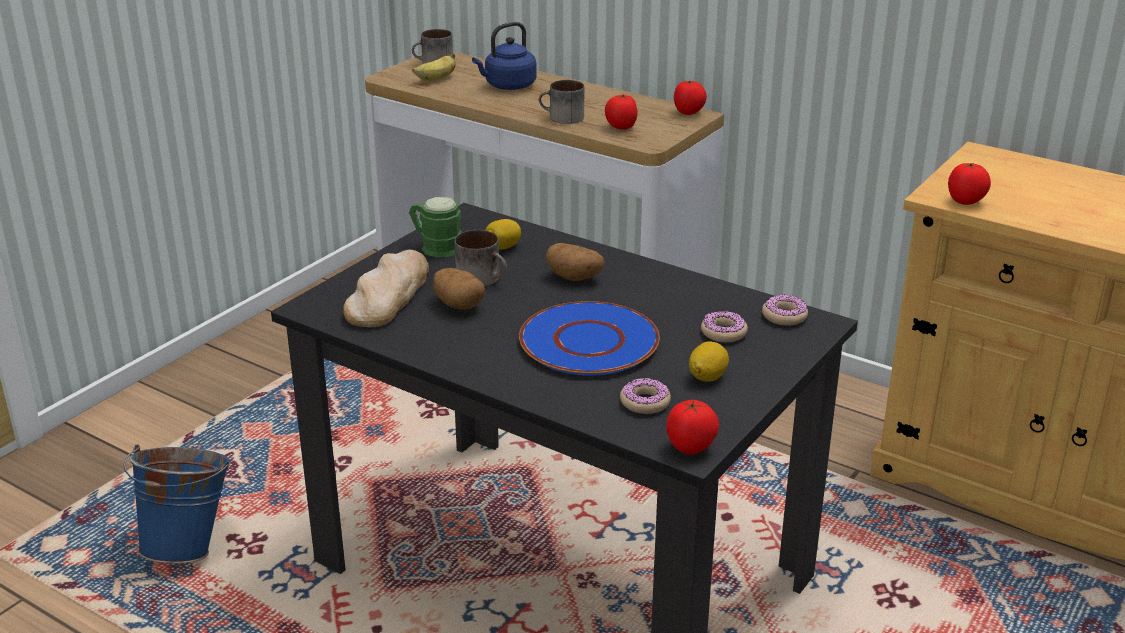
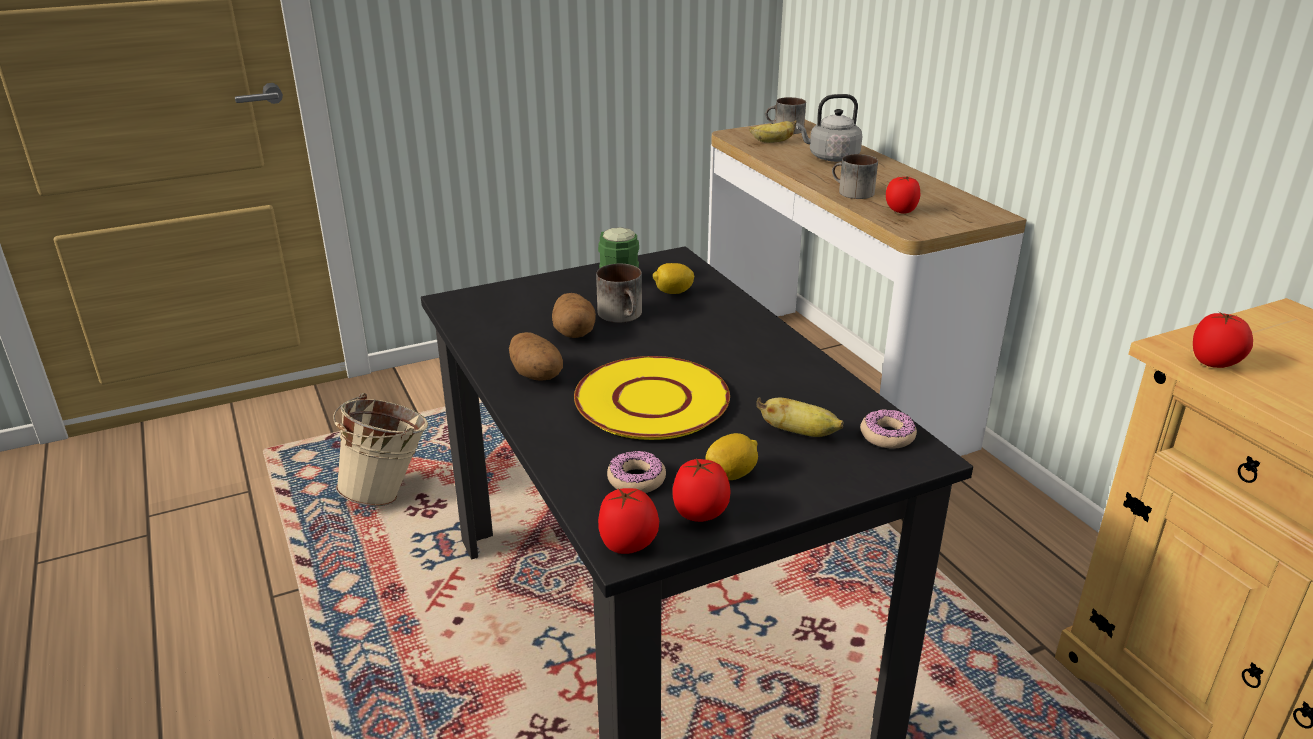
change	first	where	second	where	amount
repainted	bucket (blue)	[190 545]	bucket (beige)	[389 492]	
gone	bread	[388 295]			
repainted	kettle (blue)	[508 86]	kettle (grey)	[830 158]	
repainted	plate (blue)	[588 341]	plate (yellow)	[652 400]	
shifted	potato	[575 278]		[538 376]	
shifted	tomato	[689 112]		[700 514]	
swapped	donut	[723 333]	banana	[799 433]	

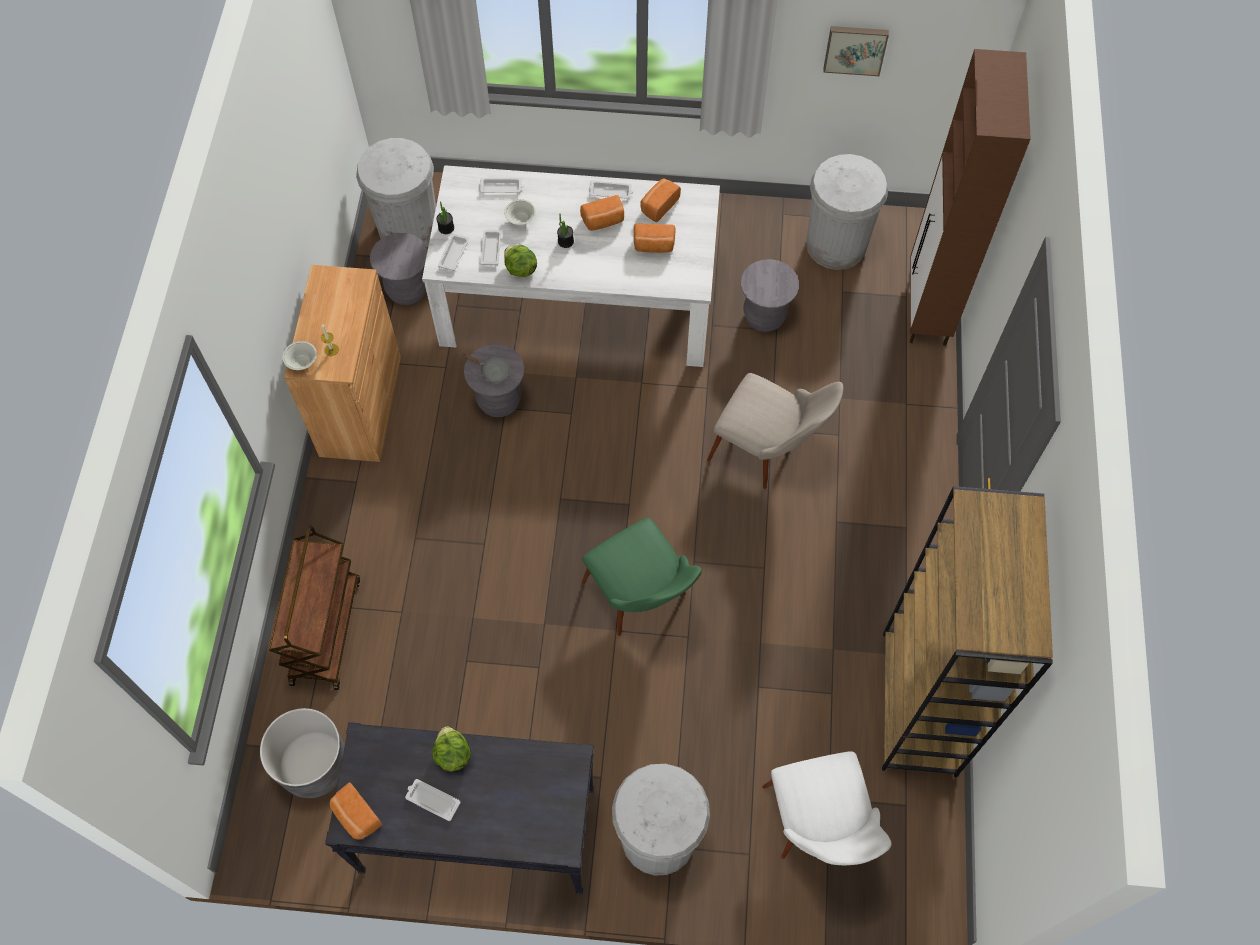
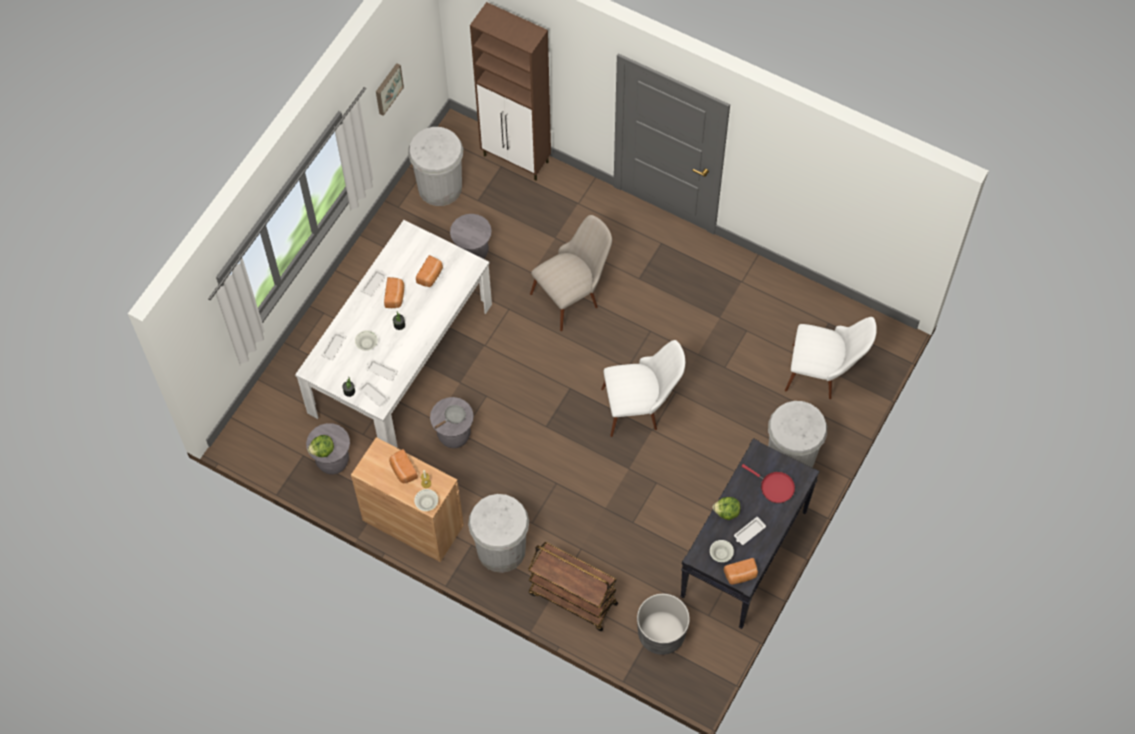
change	first	where	second	where	amount
shifted	trash can (white)	[408 228]		[501 549]	
shifted	lettuce	[520 269]		[322 451]	
repainted	chair (green)	[643 602]	chair (white)	[640 407]	
shifted	bread	[658 205]		[403 470]	
gone	bookcase (brown)	[919 704]			
new			bowl (white)	[721 554]	
new			frying pan (red)	[774 487]	

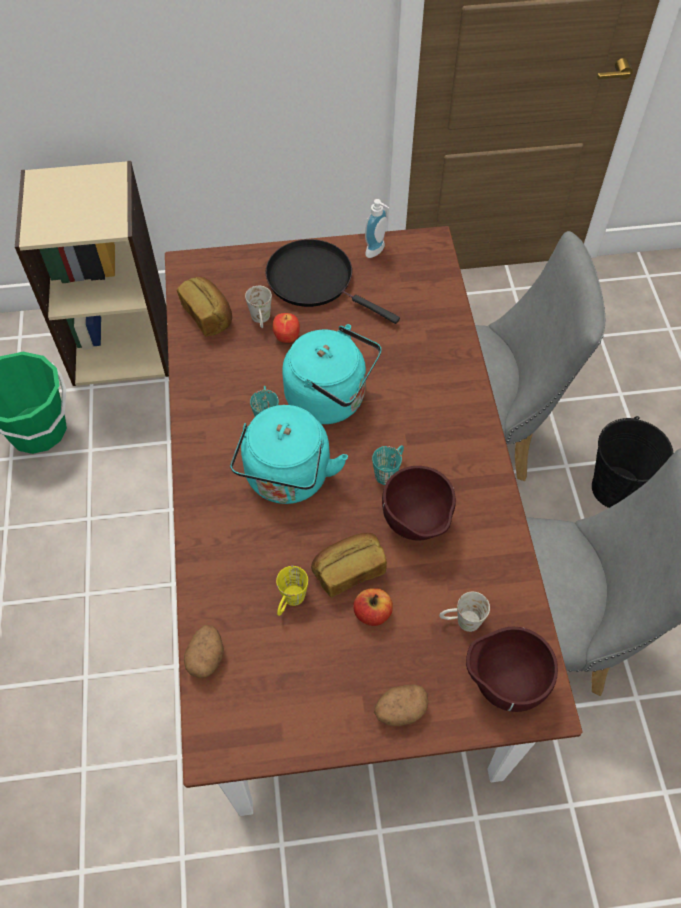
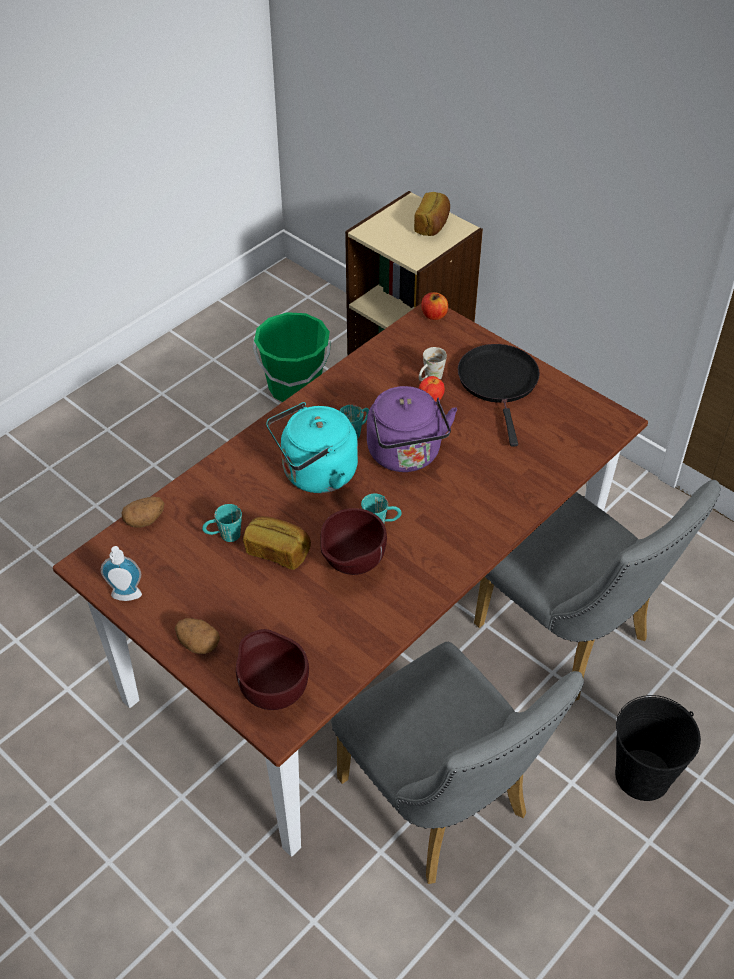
change	first	where	second	where	amount
shifted	bread	[208 315]		[432 225]	
repainted	mug (yellow)	[290 602]	mug (turquoise)	[224 536]	
repainted	kettle (turquoise)	[331 399]	kettle (purple)	[406 455]	
shifted	apple	[372 613]		[434 315]	
shifted	soap dispenser	[377 251]		[126 598]	
gone	mug (white)	[461 621]			

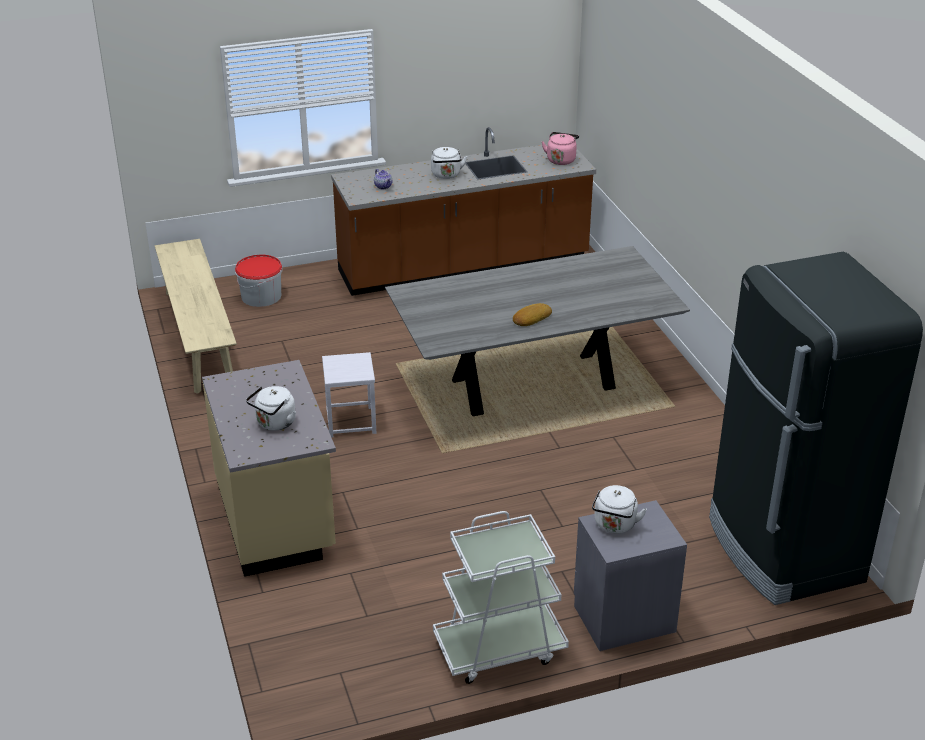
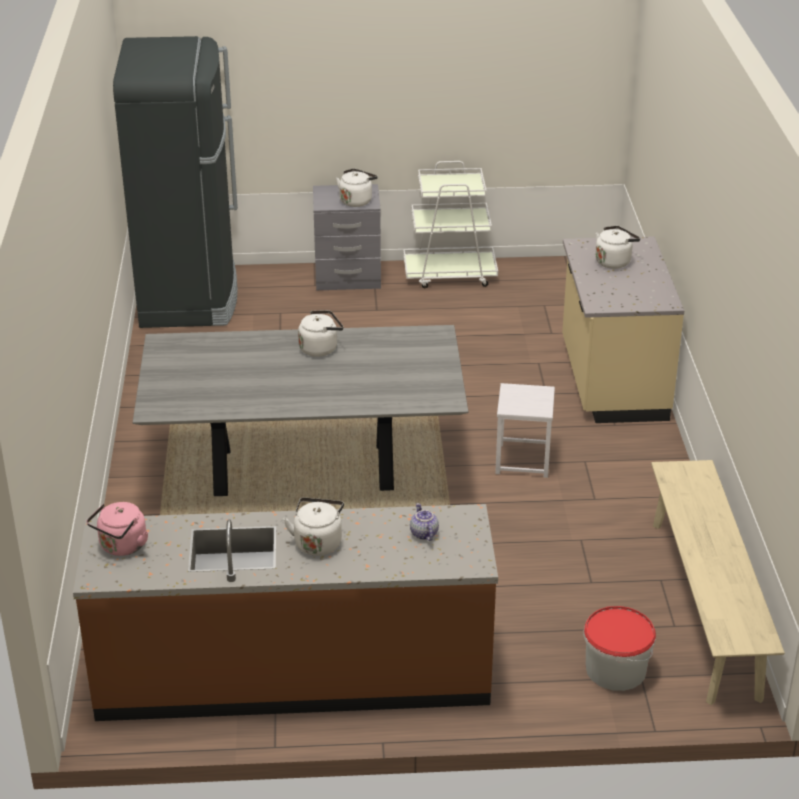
change	first	where	second	where	amount
swapped	bread	[531 318]	kettle (white)	[320 348]	

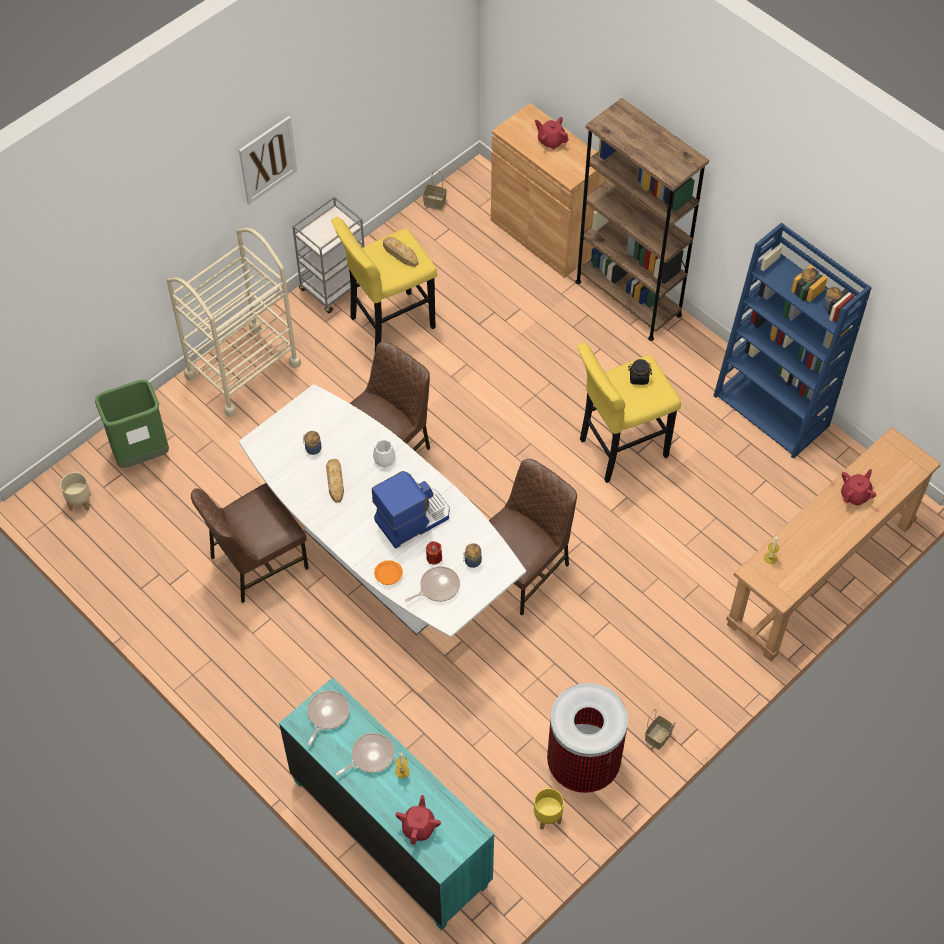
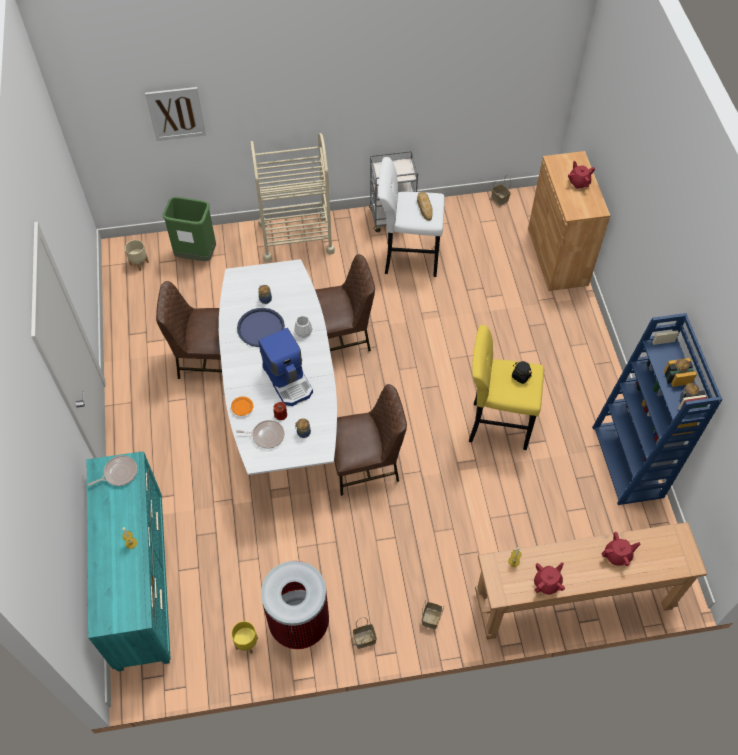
change	first	where	second	where	amount
shifted	picture	[267 159]		[176 113]	
swapped	bread	[335 481]	tray (blue)	[261 328]	
repainted	stool (yellow)	[388 324]	stool (white)	[408 259]	
gone	frying pan	[370 756]			
rotated	coffee machine	[412 518]		[289 380]	60 degrees clockwise
shifted	teapot (red)	[418 827]		[547 583]	
gone	bookcase (brown)	[628 298]			
new			basket	[431 619]	

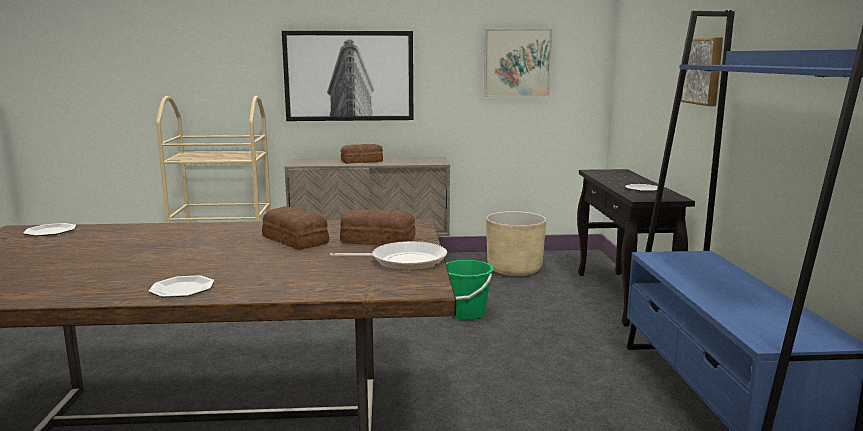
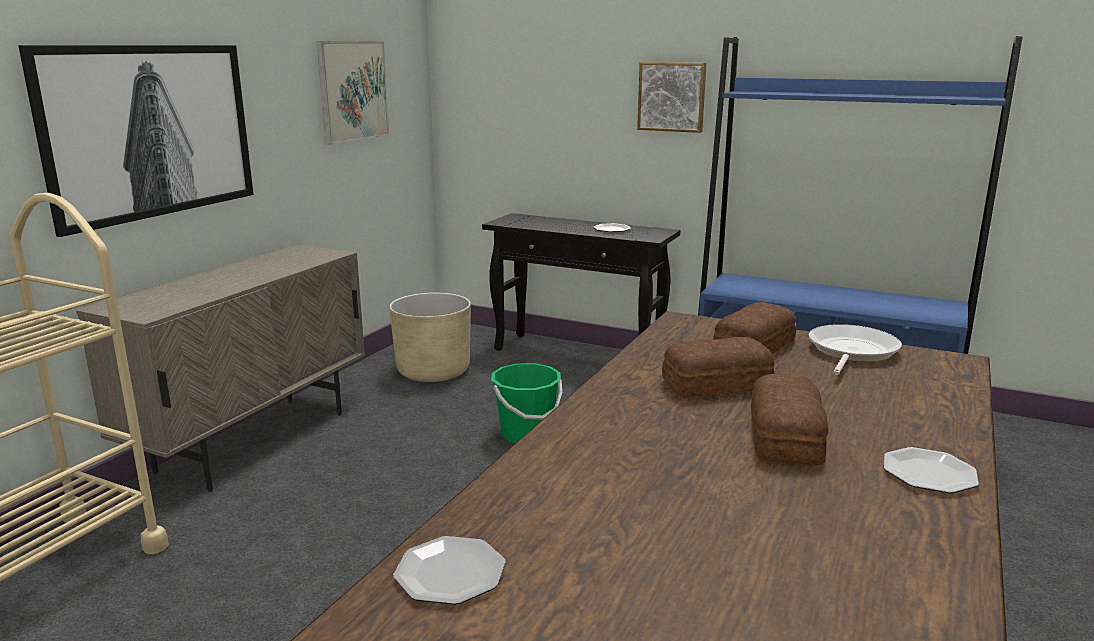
change	first	where	second	where	amount
shifted	bread	[362 161]		[787 436]	

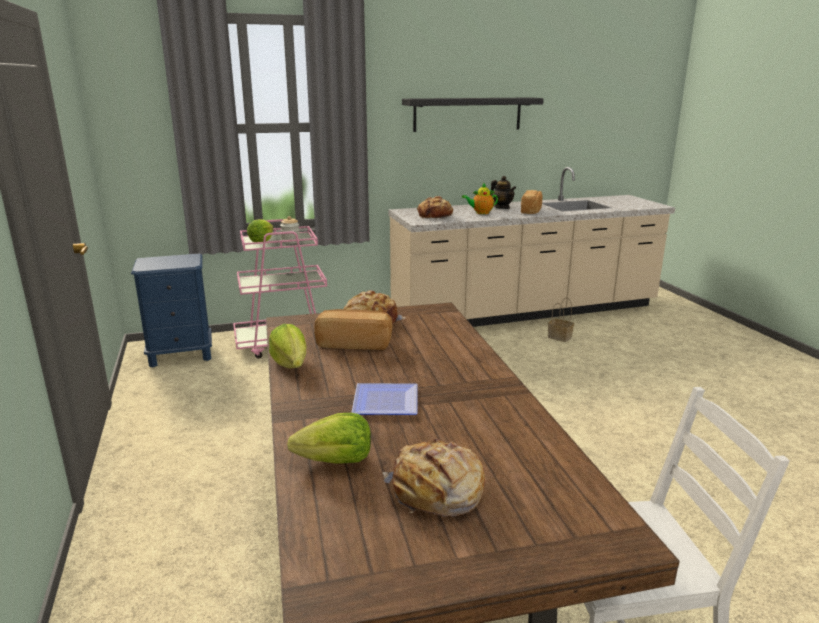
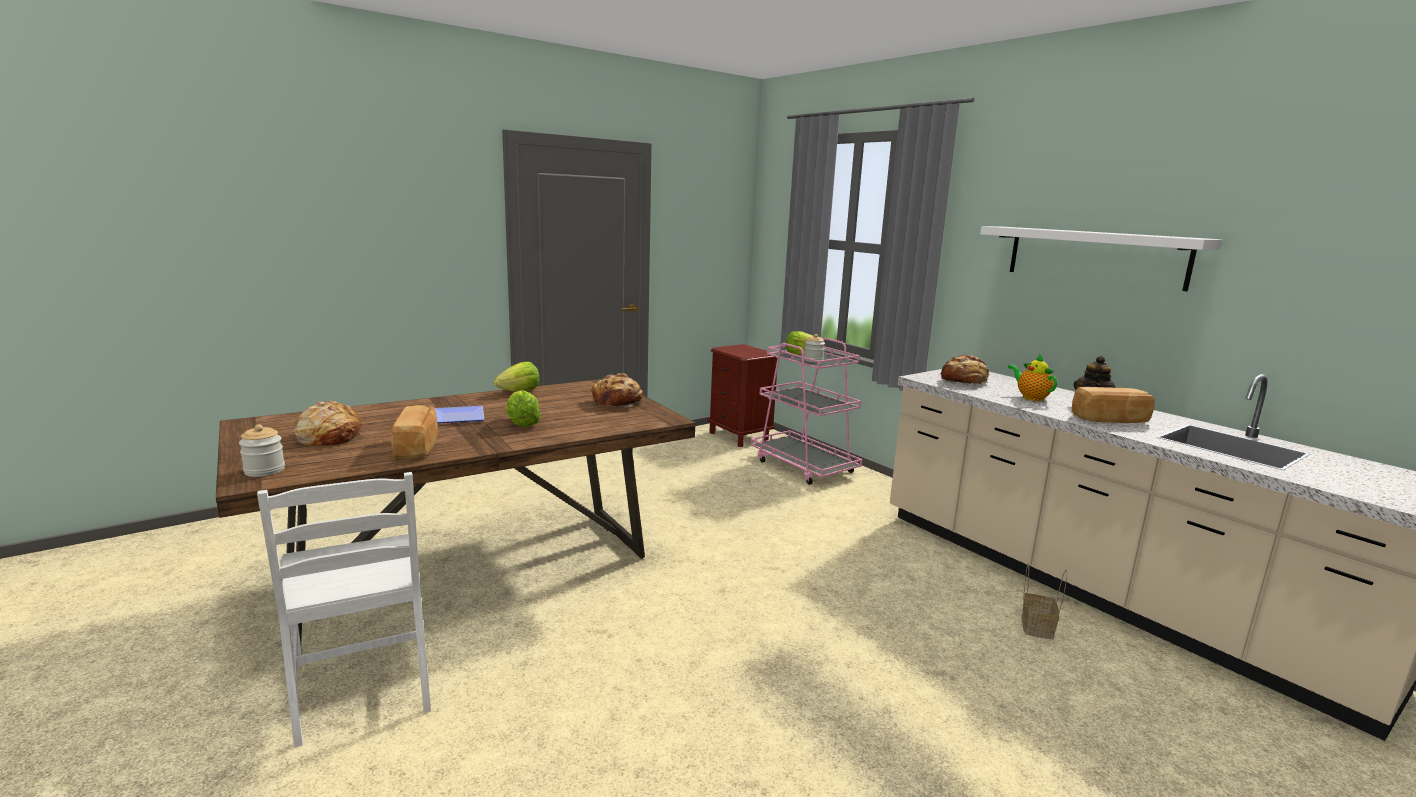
change	first	where	second	where	amount
repainted	nightstand (blue)	[181 355]	nightstand (brown)	[739 436]	
shifted	lettuce	[336 461]		[521 423]	
shifted	bread	[354 343]		[418 447]	
repainted	shelf (black)	[467 114]	shelf (white)	[1095 256]	
new			jar	[264 470]	

